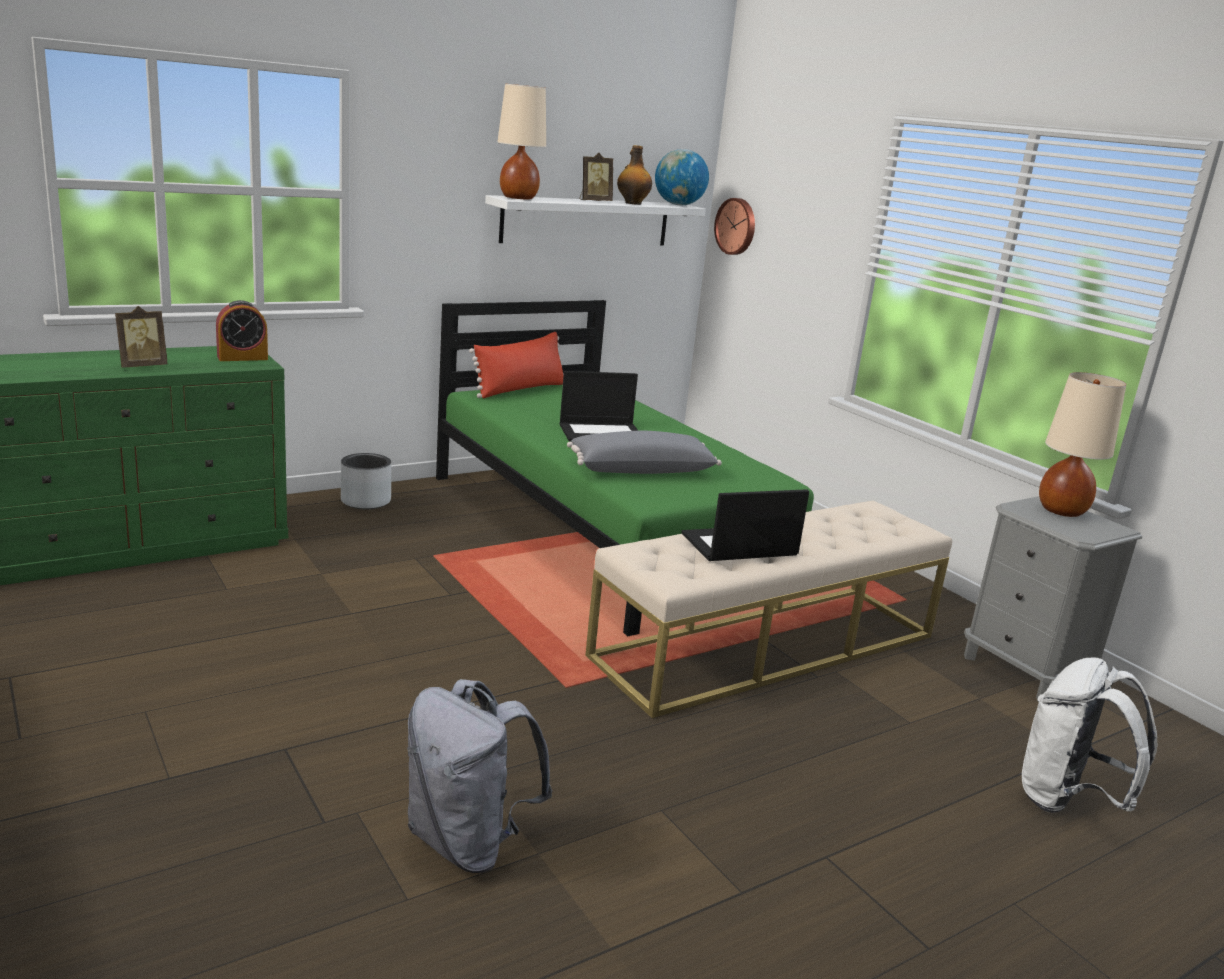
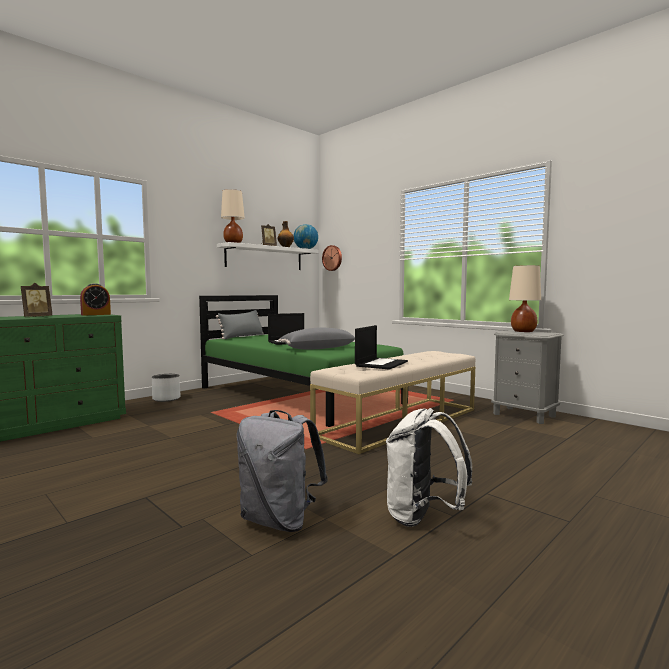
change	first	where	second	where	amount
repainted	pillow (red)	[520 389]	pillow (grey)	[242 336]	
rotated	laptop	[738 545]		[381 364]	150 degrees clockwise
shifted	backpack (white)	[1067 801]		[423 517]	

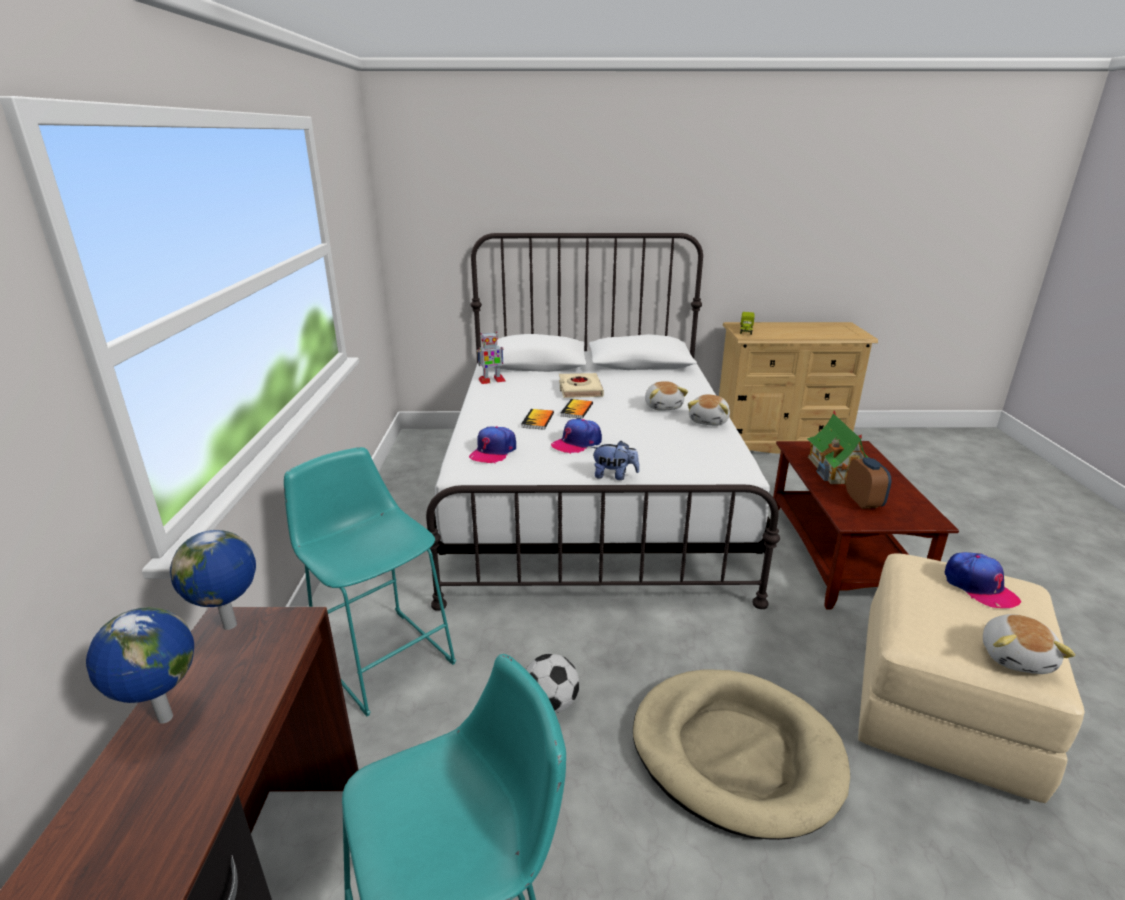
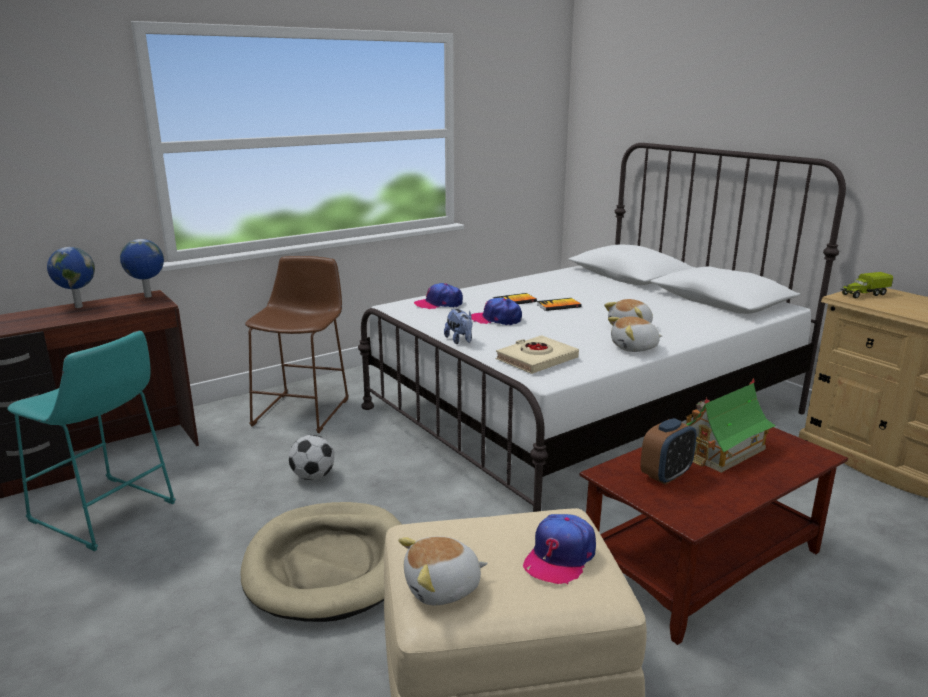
change	first	where	second	where	amount
repainted	stool (turquoise)	[381 654]	stool (brown)	[304 409]	
gone	toy robot	[491 380]			
shifted	book (beige)	[580 389]		[536 359]	

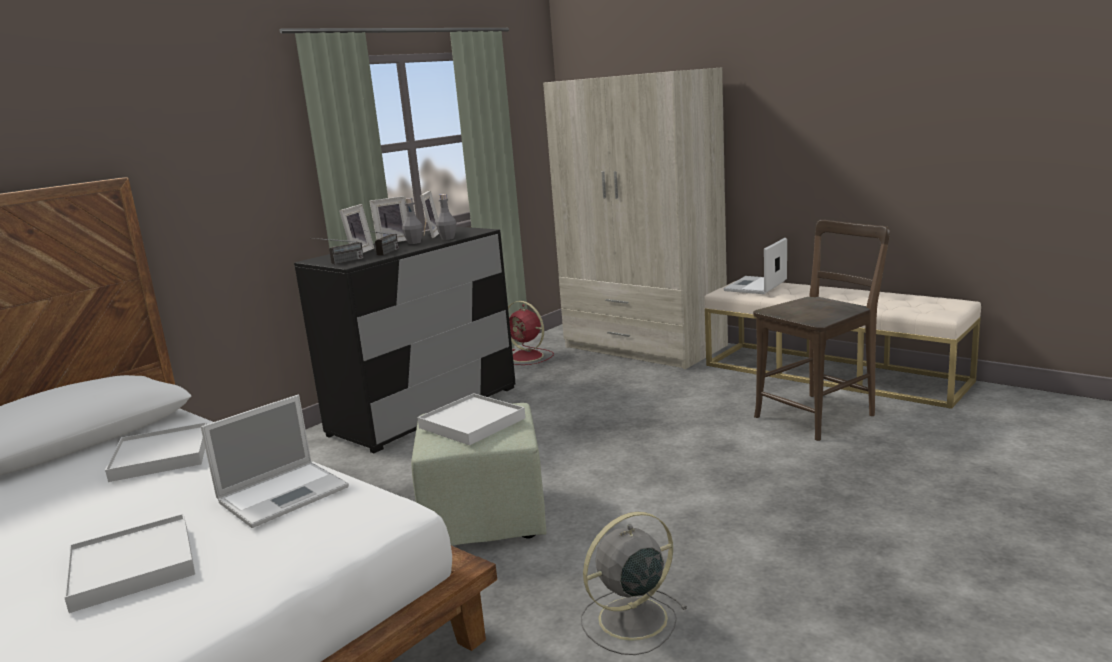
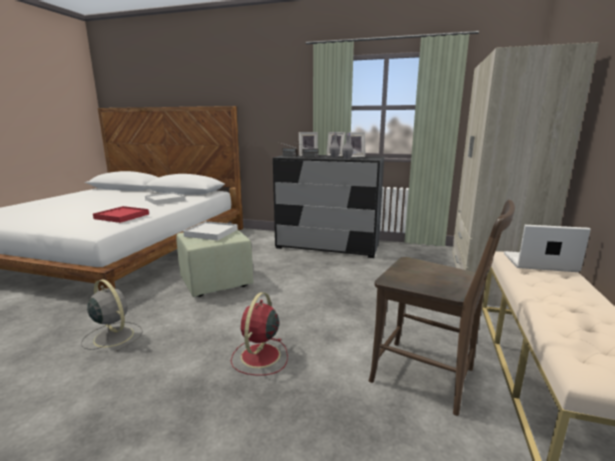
change	first	where	second	where	amount
gone	tray (white)	[133 566]			
swapped	laptop	[285 493]	tray (red)	[122 216]	
shifted	fan (red)	[528 357]		[259 356]	

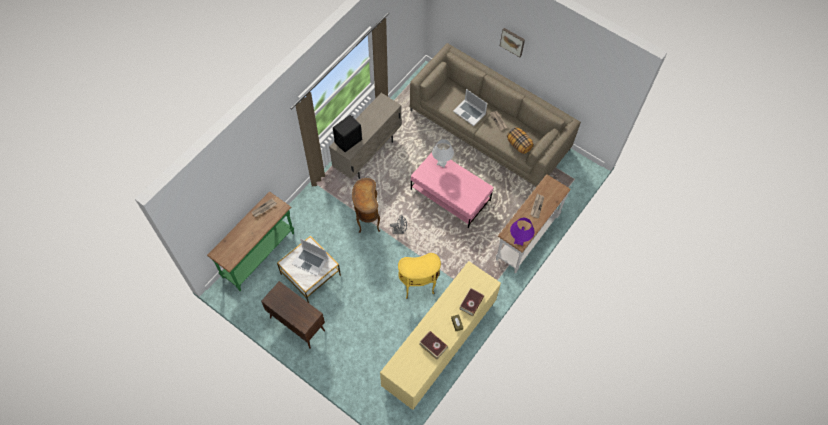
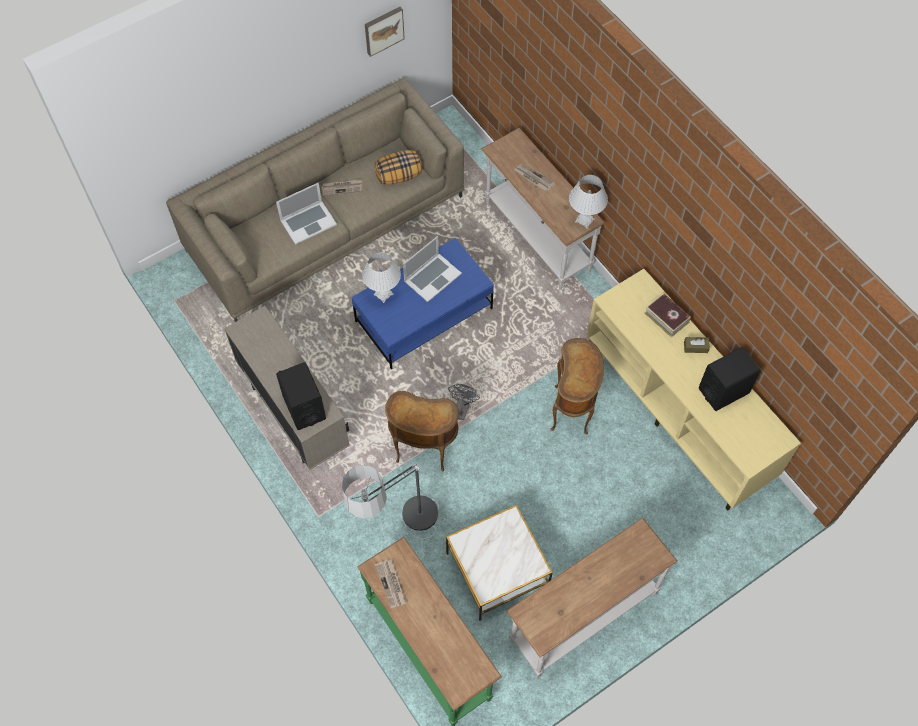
change	first	where	second	where	amount
swapped	cabinet (brown)	[297 324]	console table (white)	[582 616]	
shifted	laptop	[310 261]		[432 277]	
repainted	side table (yellow)	[418 287]	side table (brown)	[572 410]	
repainted	coffee table (pink)	[450 195]	coffee table (blue)	[424 315]	
swapped	book	[433 346]	speaker (black)	[723 390]	
shifted	picture	[512 41]		[383 30]	
repainted	table lamp (purple)	[519 241]	table lamp (white)	[584 220]	
new			floor lamp	[400 535]	

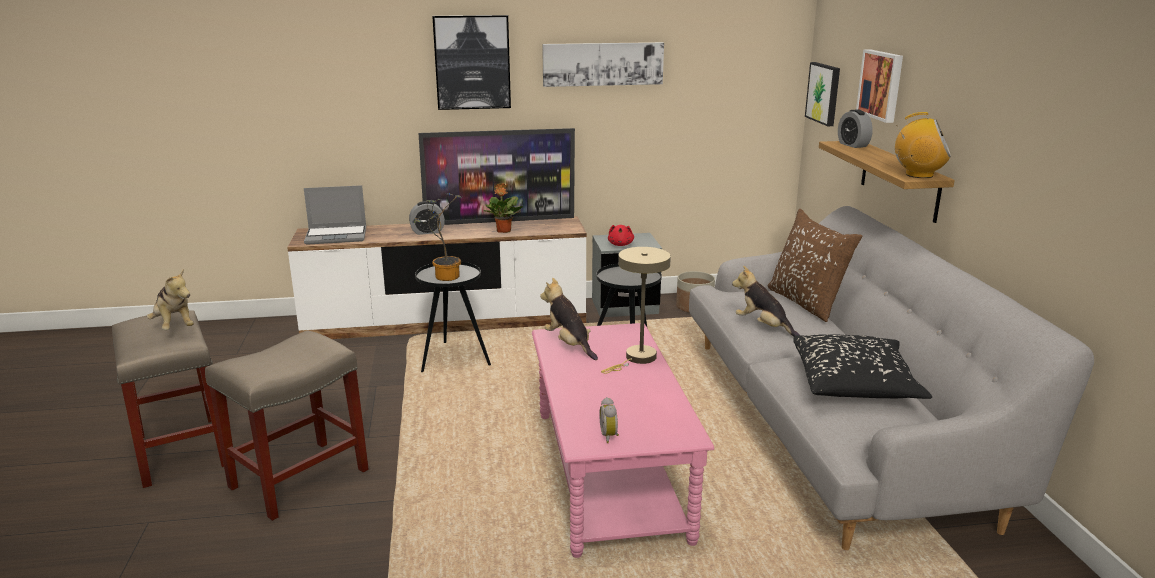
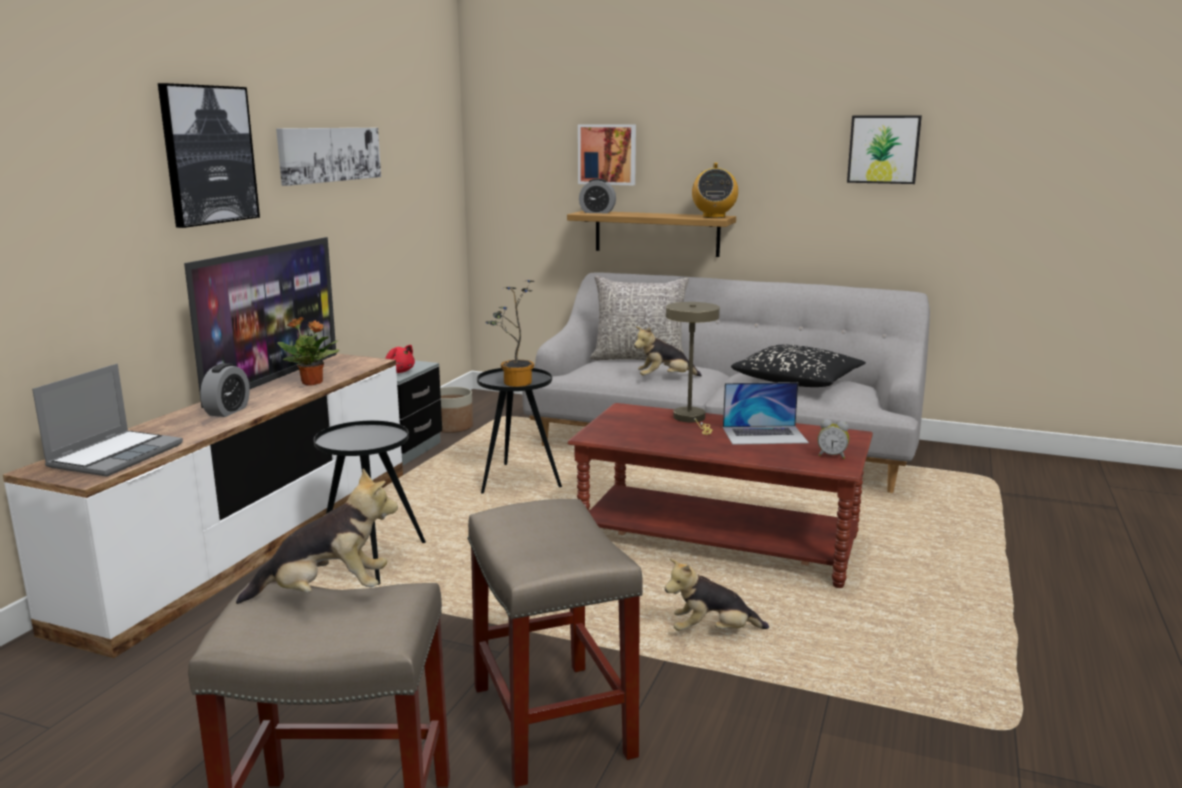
change	first	where	second	where	amount
shifted	potted plant	[444 276]		[514 384]	
repainted	coffee table (pink)	[609 474]	coffee table (brown)	[718 541]	
shifted	plush toy	[569 344]		[712 632]	
repainted	pillow (brown)	[807 303]	pillow (grey)	[639 358]	
shifted	picture	[824 93]		[883 149]	
rotated	radio	[918 175]		[713 217]	135 degrees clockwise
new			laptop	[764 435]	

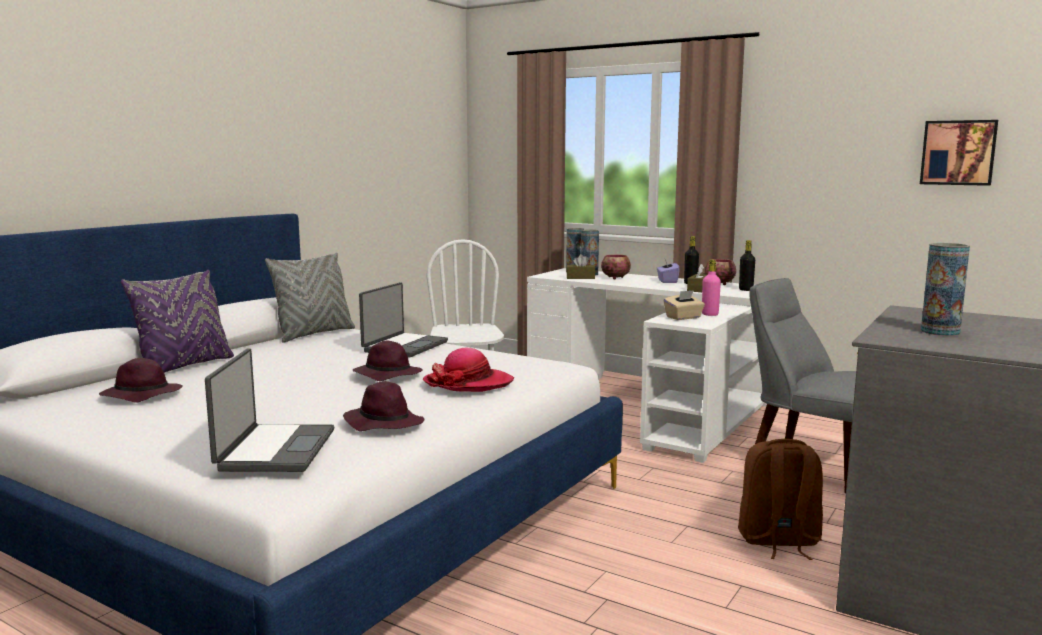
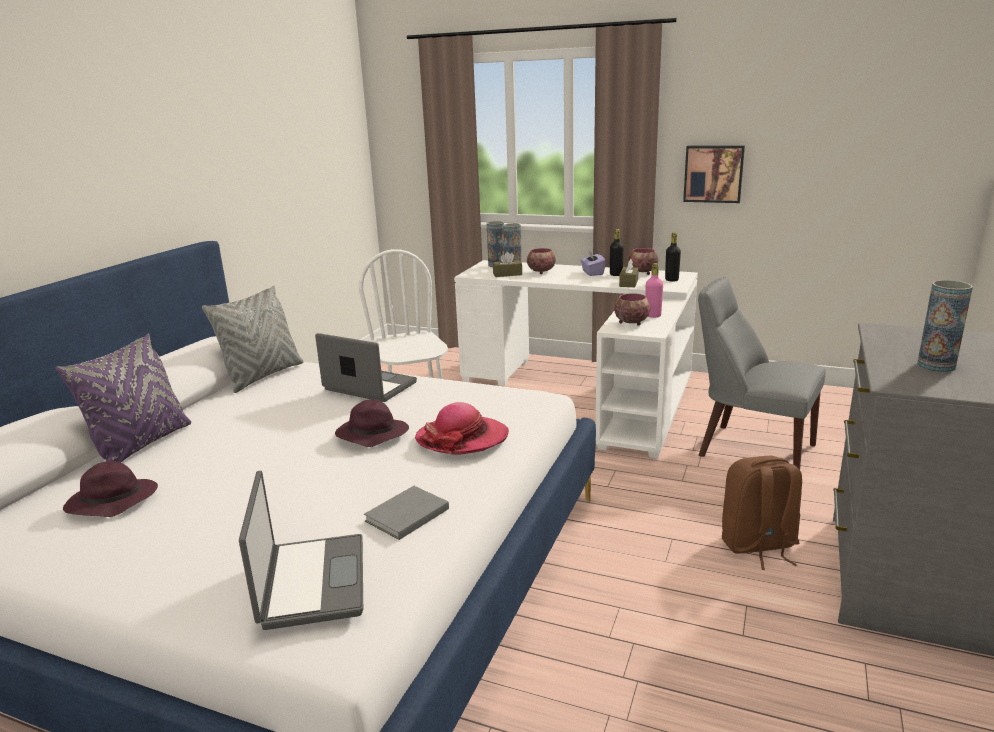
change	first	where	second	where	amount
swapped	hat (purple)	[383 423]	book (grey)	[405 515]	
rotated	laptop	[404 346]		[369 387]	75 degrees counterclockwise
swapped	tissue box (beige)	[683 317]	bowl	[631 323]	
shifted	picture	[958 152]		[713 173]	

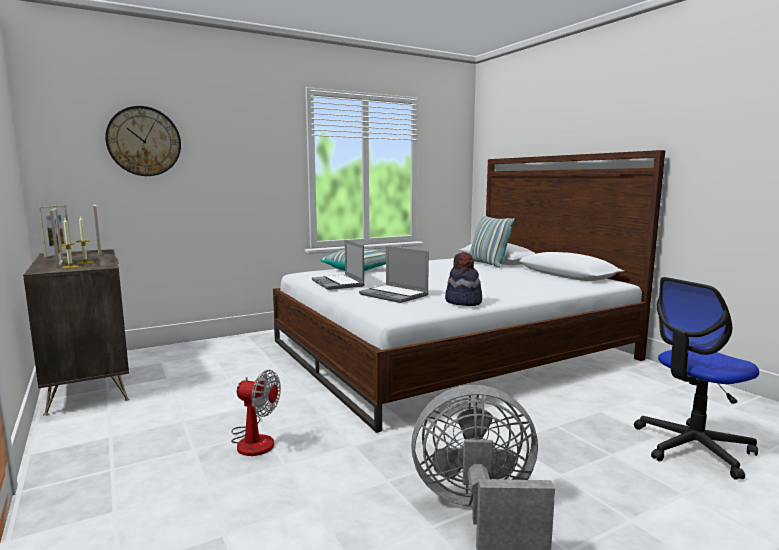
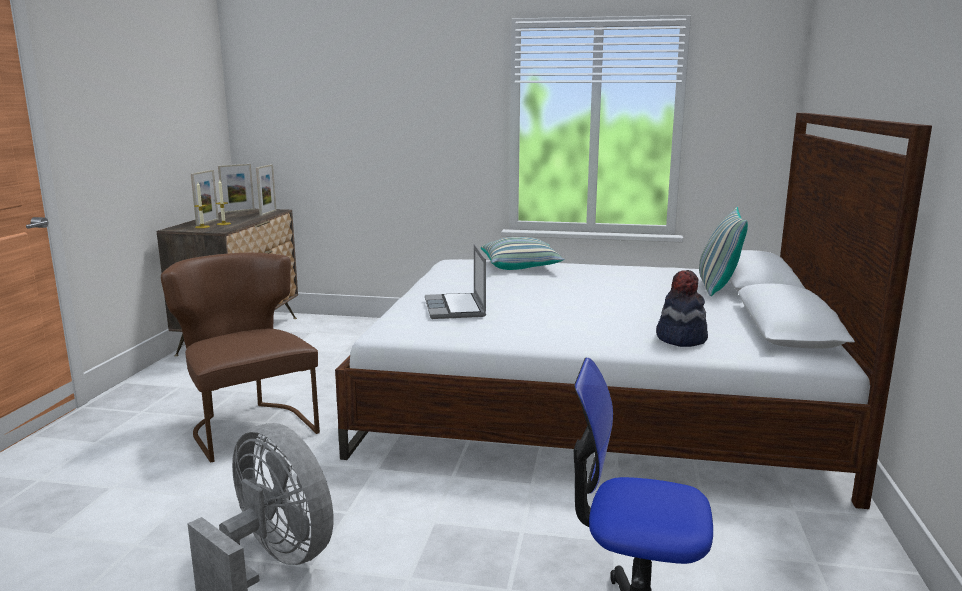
change	first	where	second	where	amount
gone	wall clock	[144 141]			
swapped	fan	[253 439]	chair (brown)	[248 426]	
gone	laptop	[339 283]			
shifted	hat	[463 302]		[680 338]	

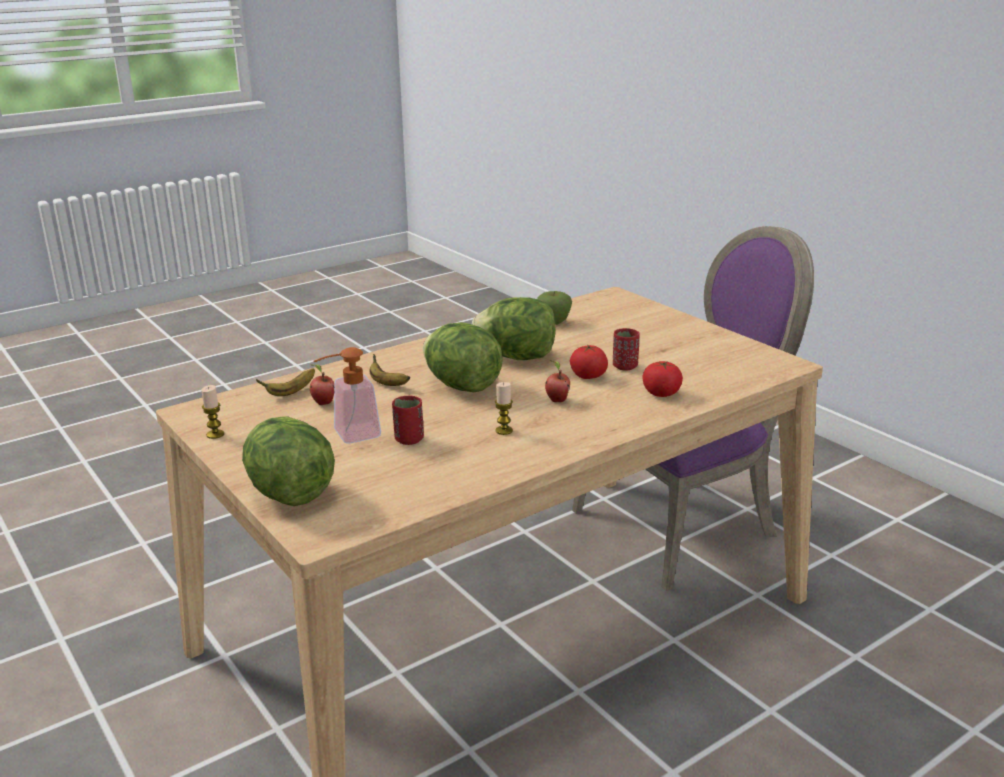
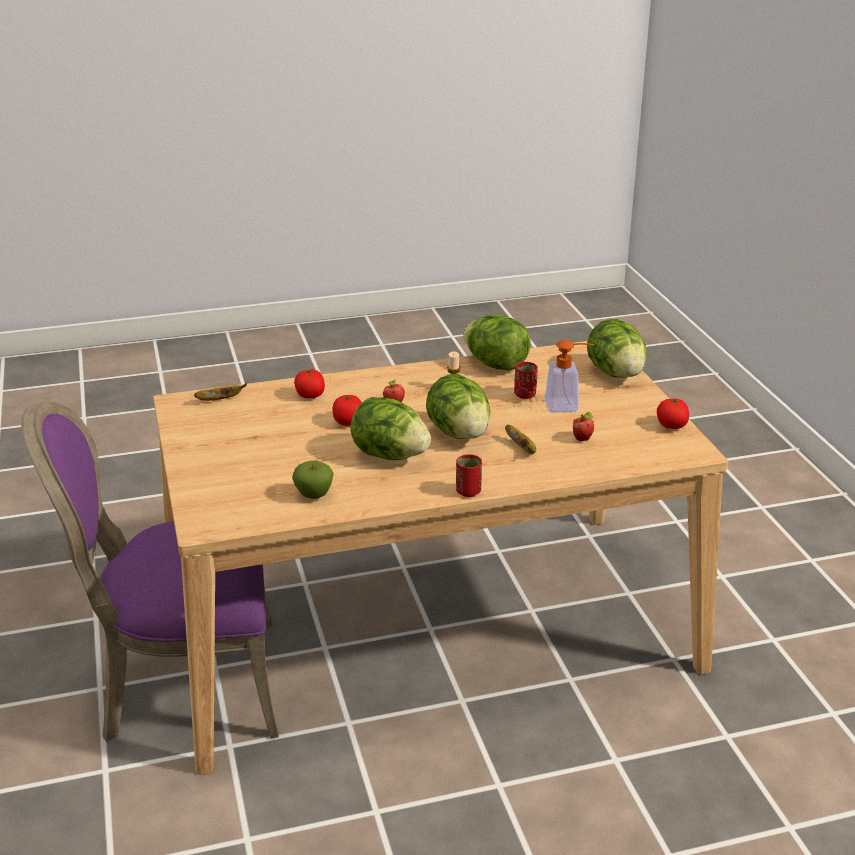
change	first	where	second	where	amount
swapped	candle	[215 434]	tomato	[671 426]	
shifted	banana	[291 392]		[220 400]	
shifted	cup (red)	[625 366]		[468 492]	
new			lettuce	[495 365]	

